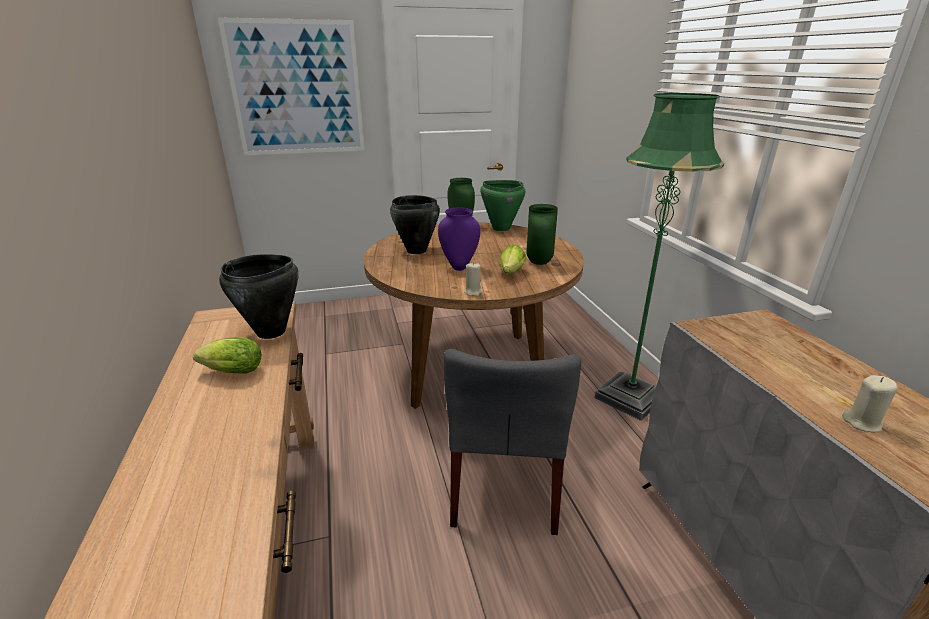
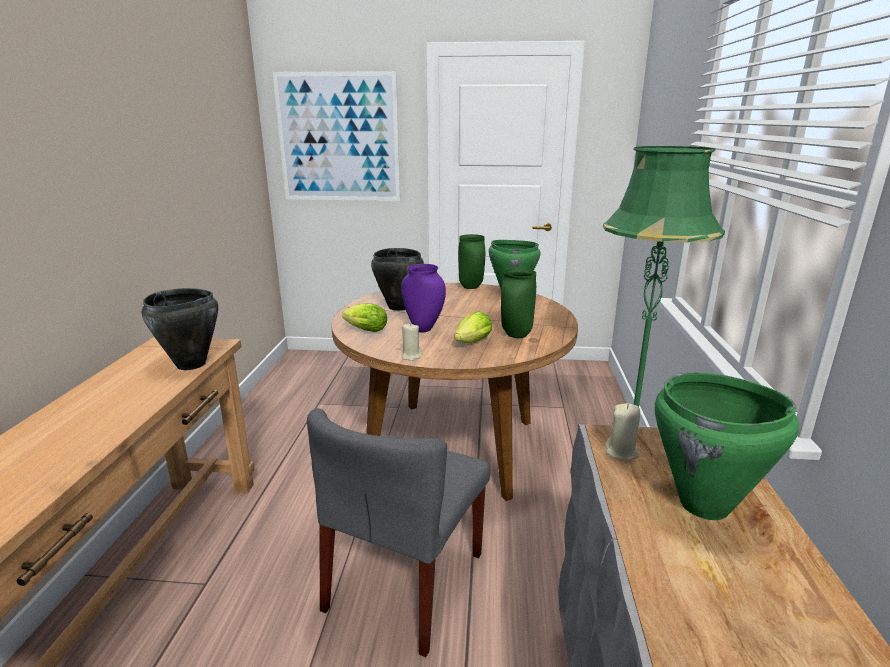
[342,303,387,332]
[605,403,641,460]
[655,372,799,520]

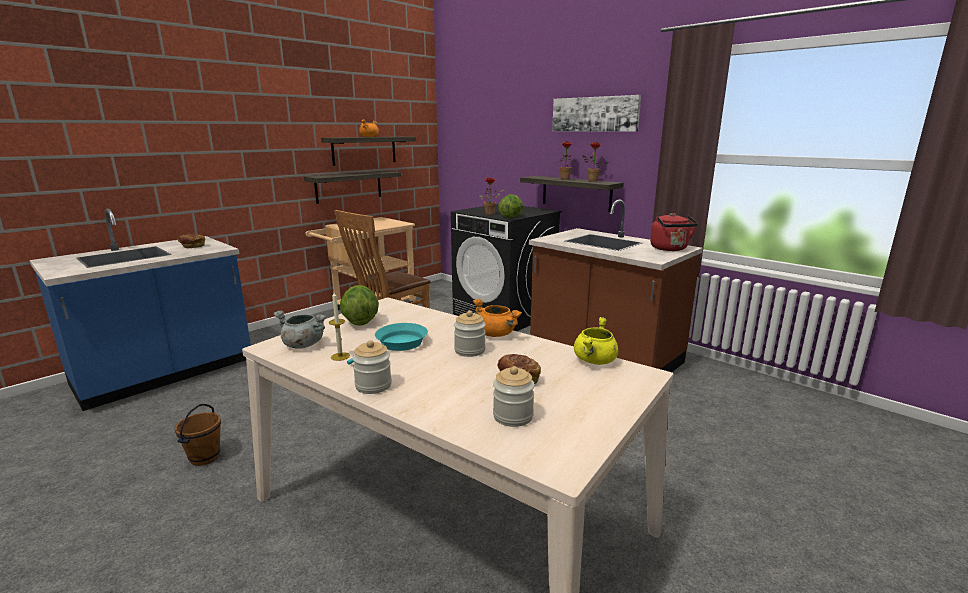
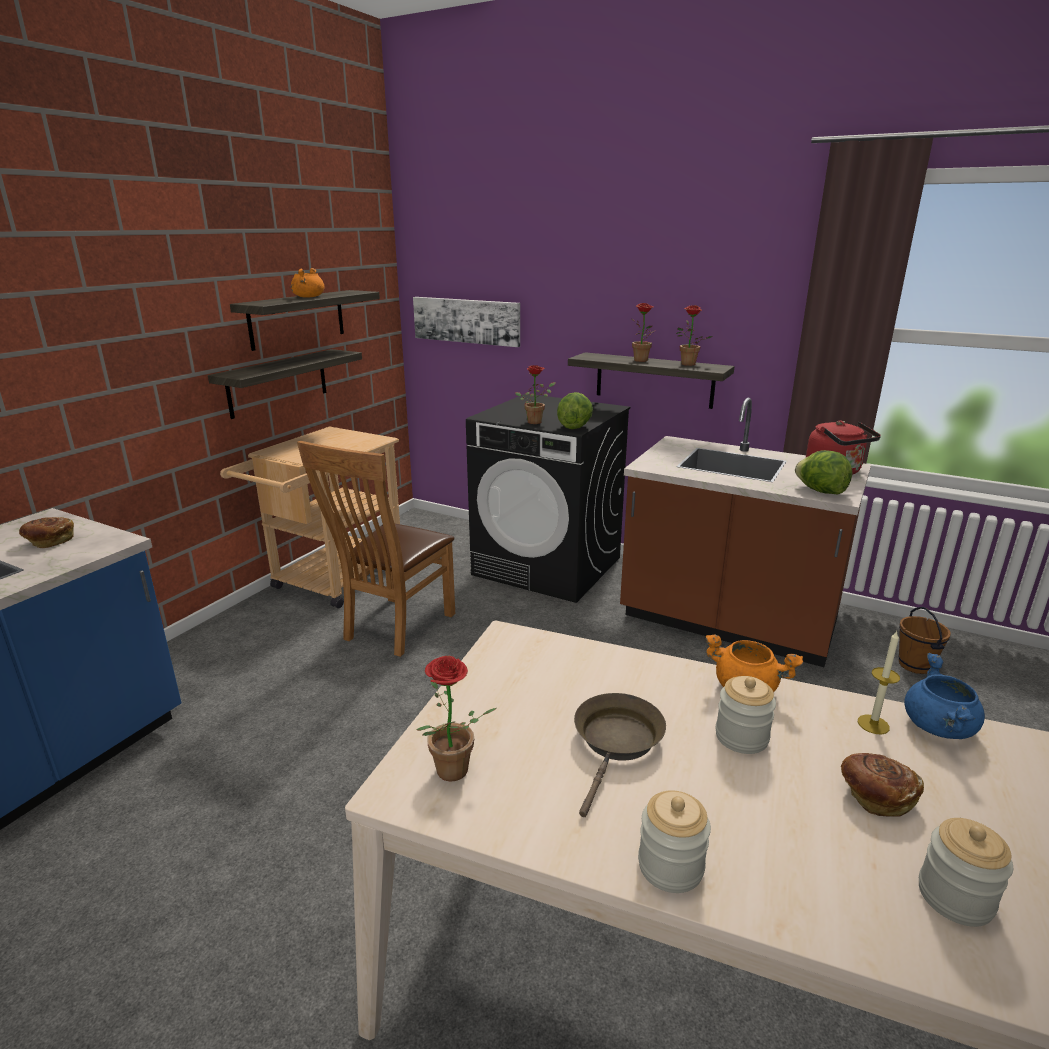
[898,607,951,674]
[416,656,496,782]
[858,631,900,734]
[795,450,852,494]
[574,693,666,817]
[413,297,520,347]
[904,653,985,739]

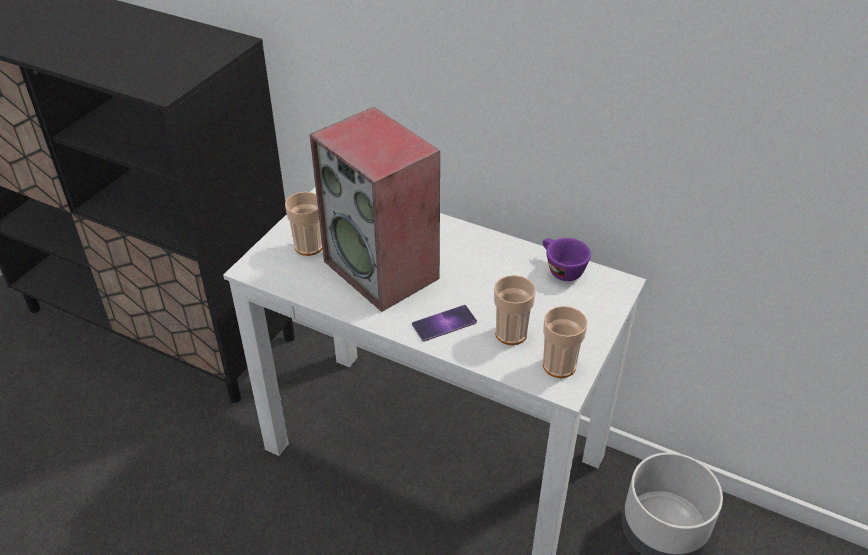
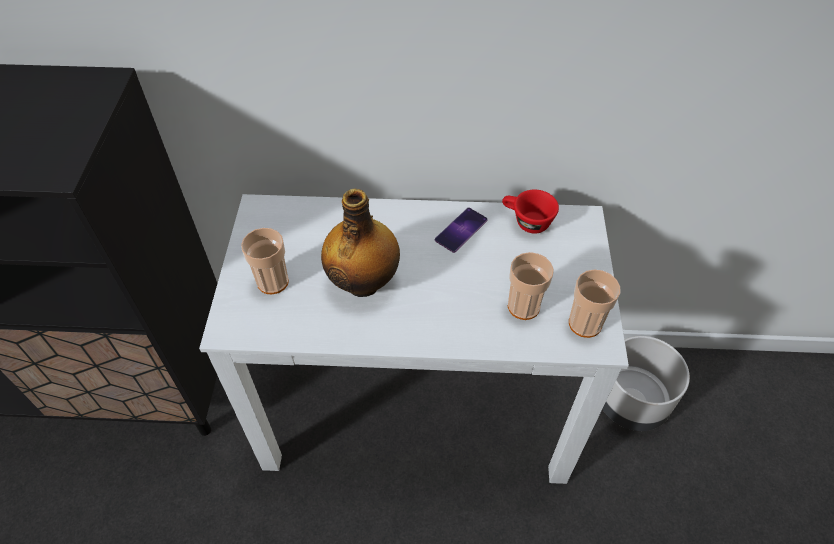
[321,189,400,297]
[435,207,488,253]
[502,190,559,234]

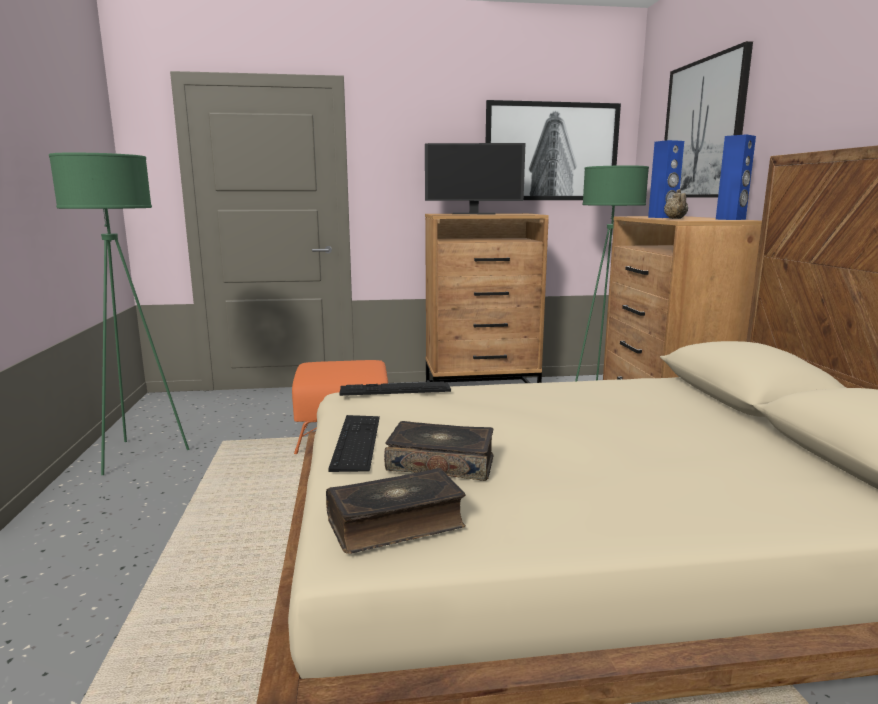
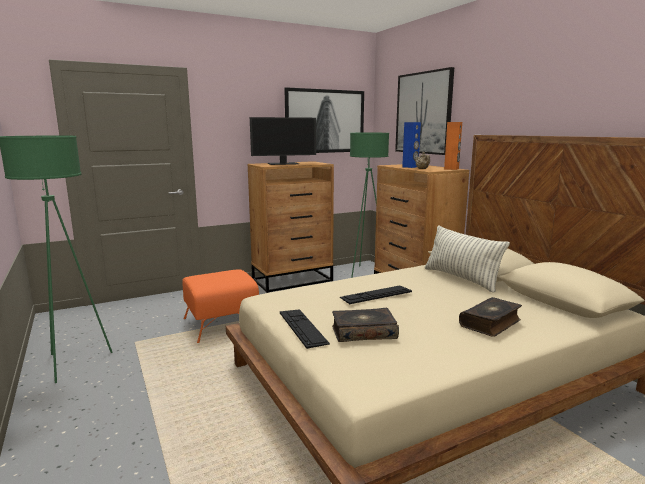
[459,297,522,337]
[340,286,412,304]
[444,122,462,170]
[425,225,510,293]

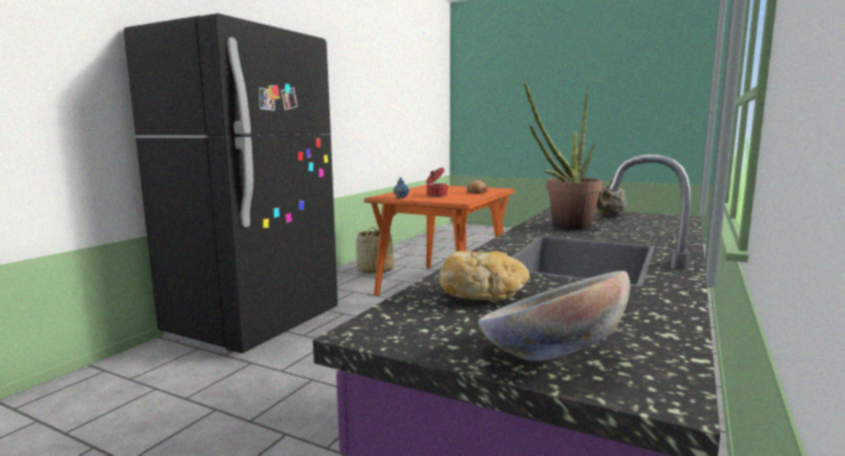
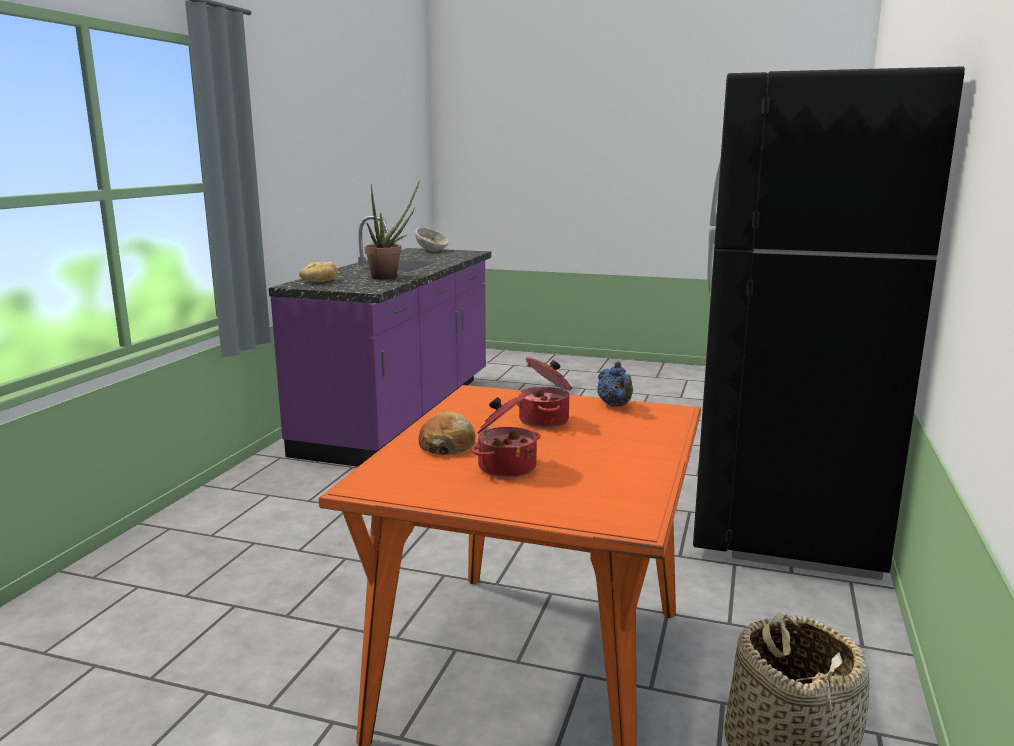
[299,262,337,282]
[596,179,627,217] (first image)
[472,393,541,478]

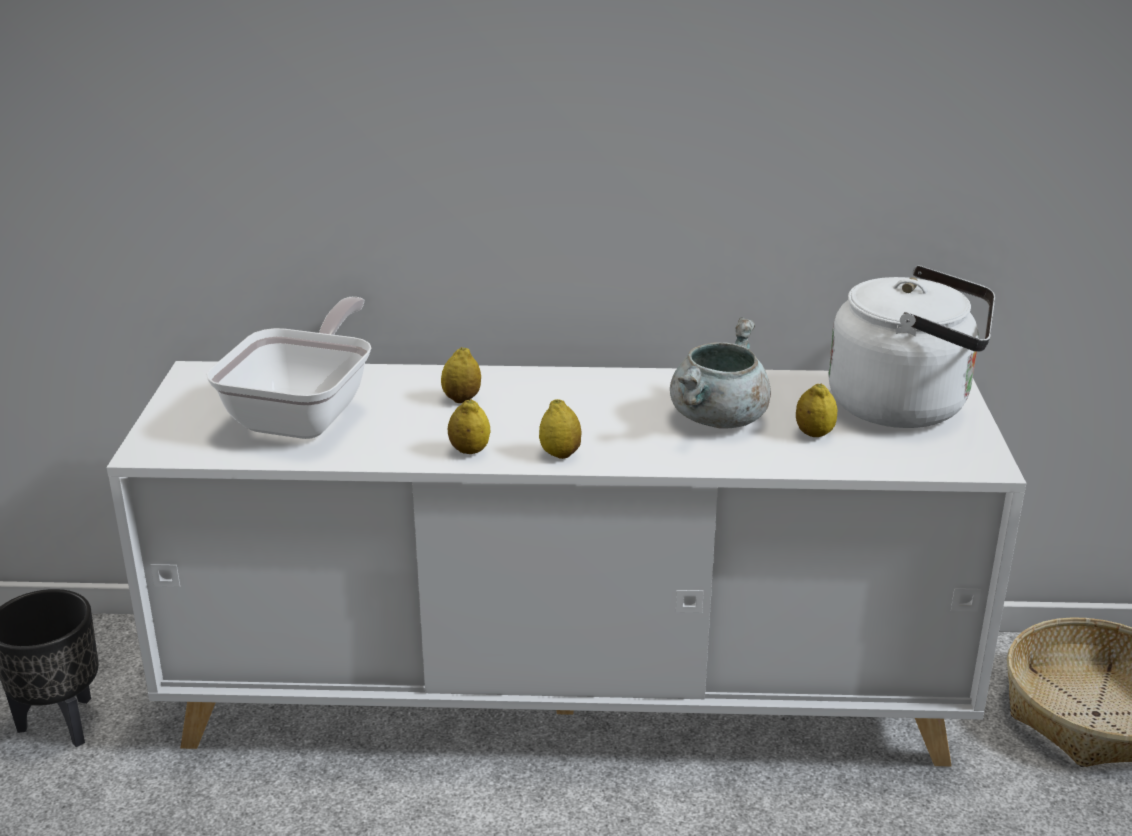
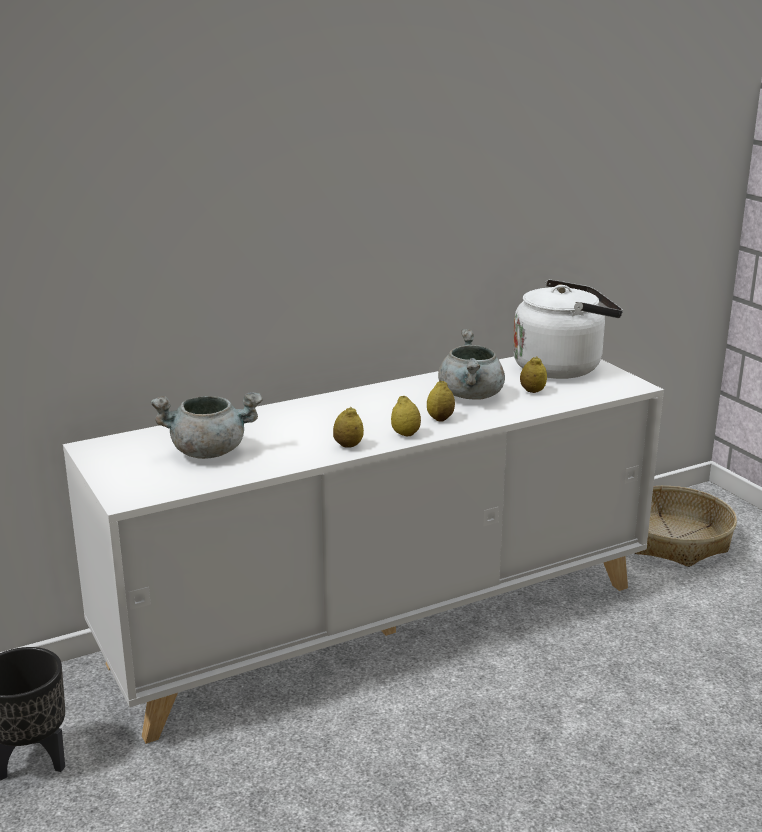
[151,392,263,459]
[427,381,455,422]

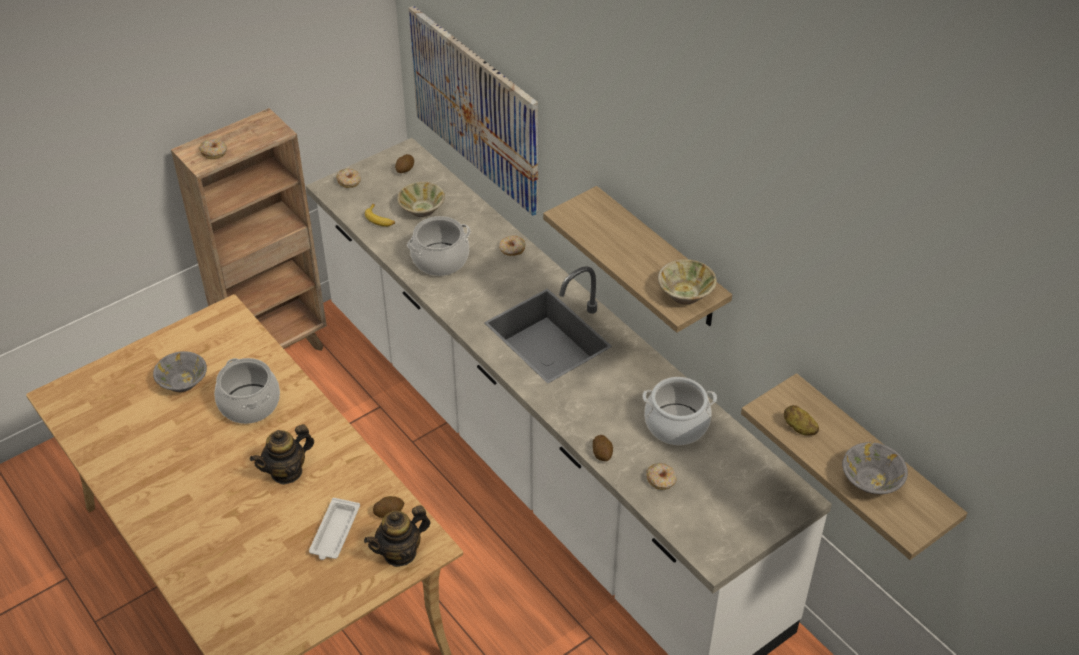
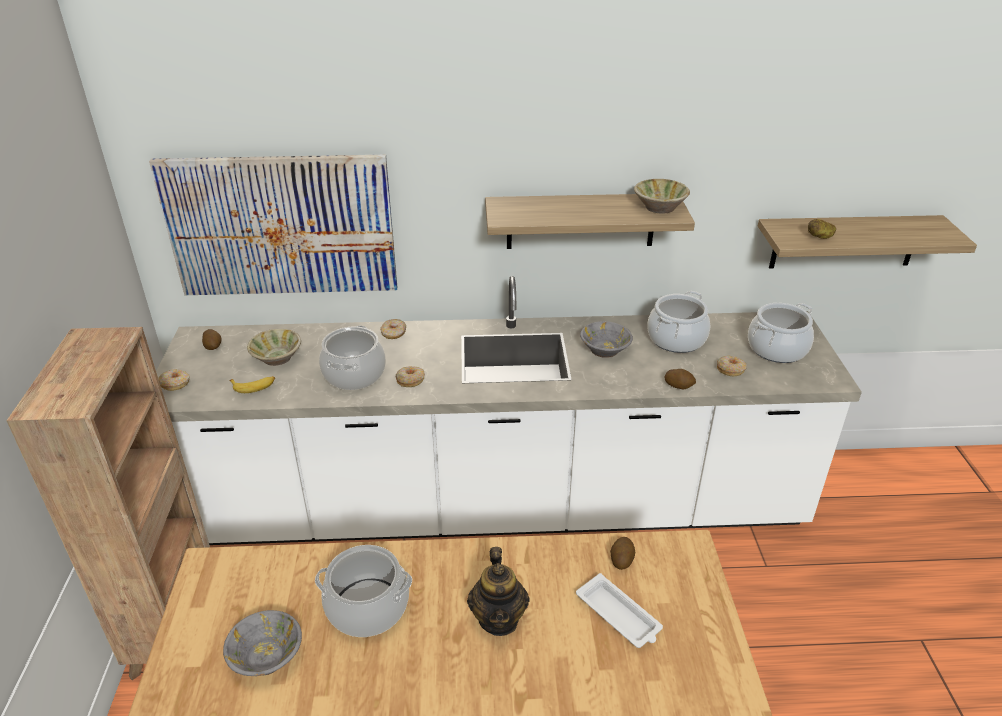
[396,366,425,387]
[364,505,431,567] (first image)
[580,321,633,358]
[748,303,814,363]

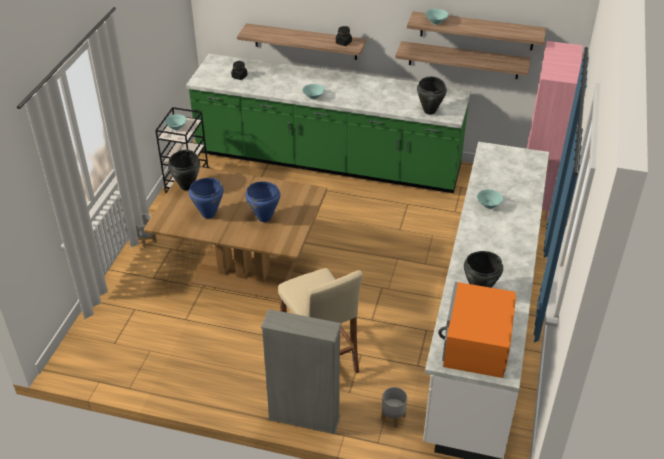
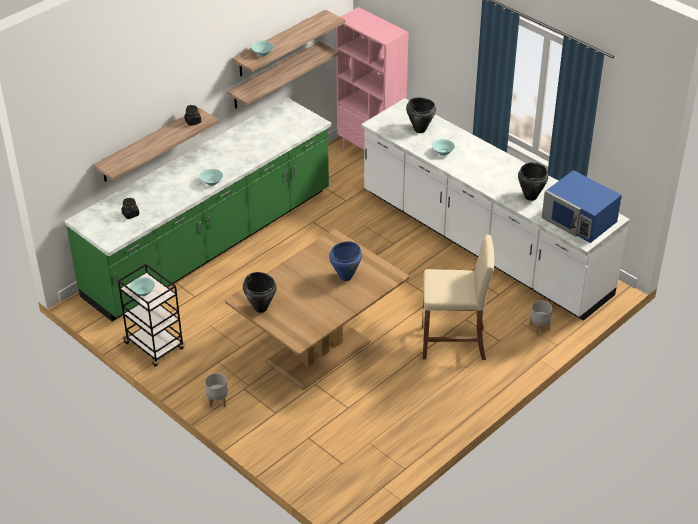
[189,178,223,219] (first image)
[261,309,342,434] (first image)
[406,97,436,133]
[542,170,622,243]

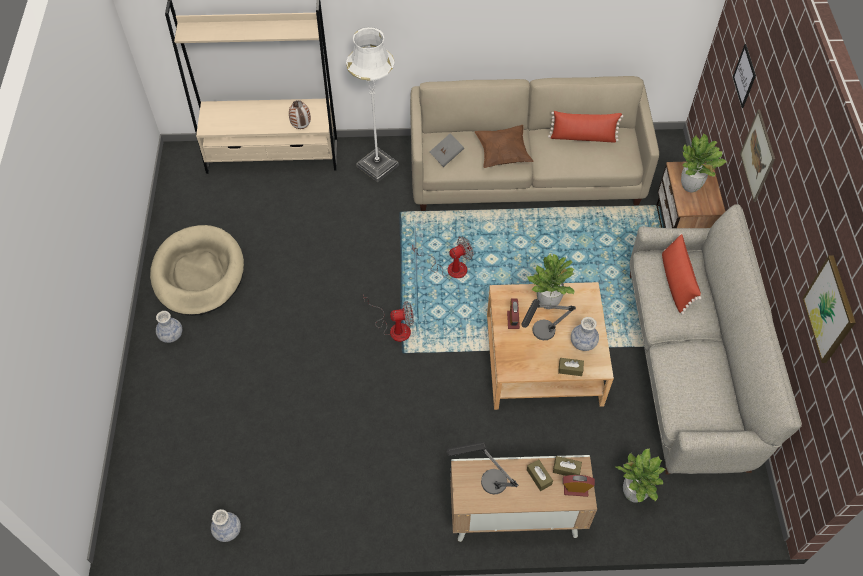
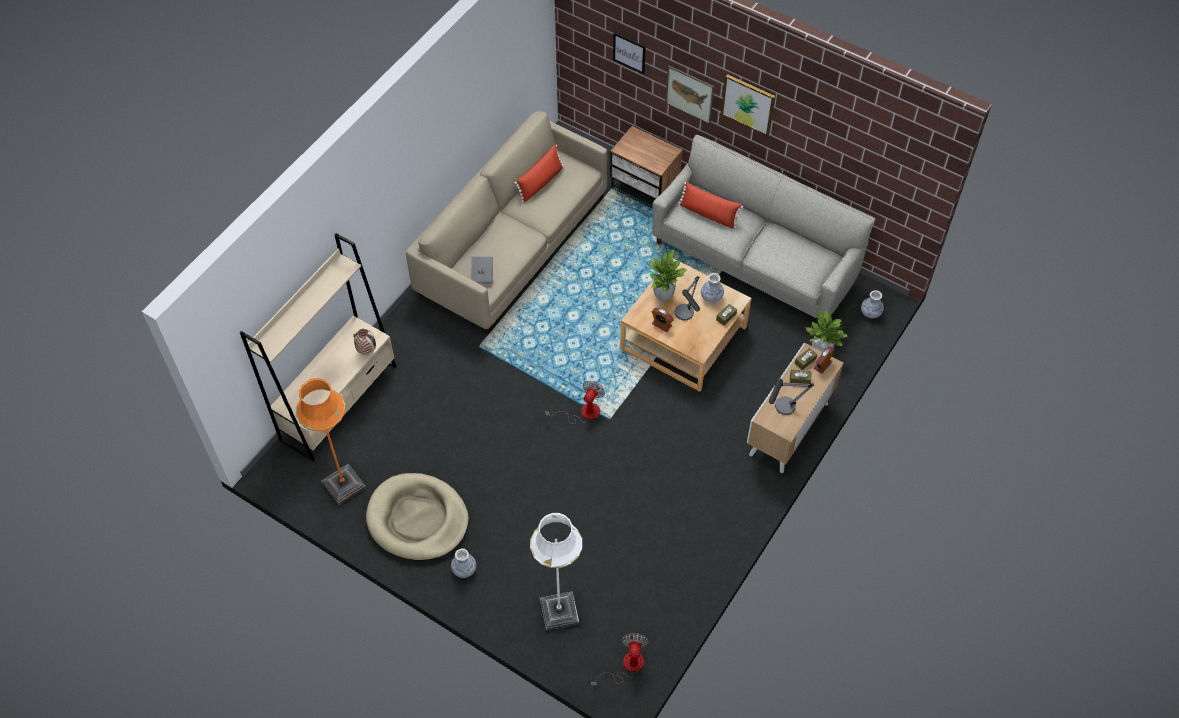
[861,290,884,318]
[530,513,582,631]
[591,633,649,685]
[475,125,534,168] (first image)
[681,134,726,192] (first image)
[721,74,775,136]
[296,378,366,505]

